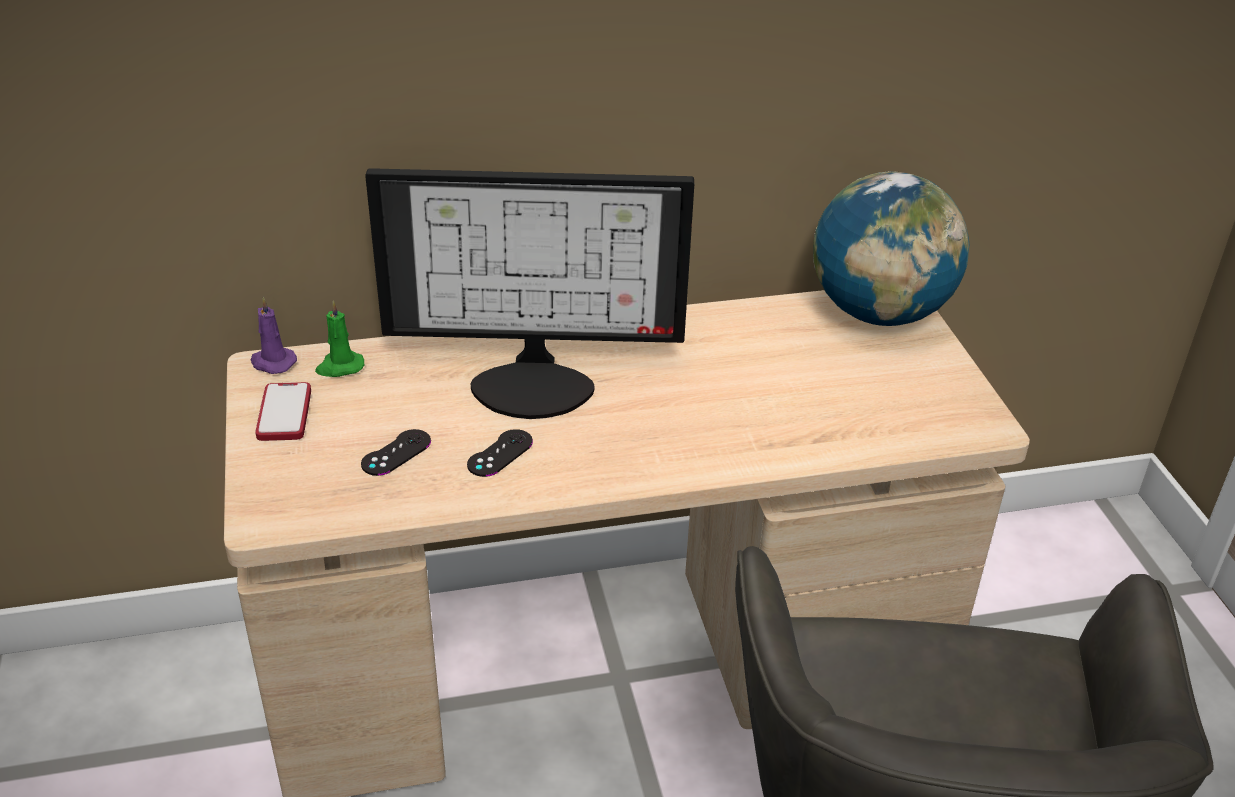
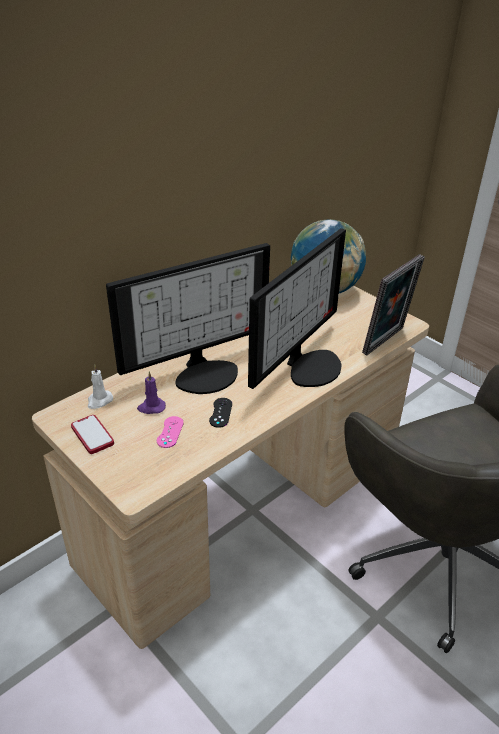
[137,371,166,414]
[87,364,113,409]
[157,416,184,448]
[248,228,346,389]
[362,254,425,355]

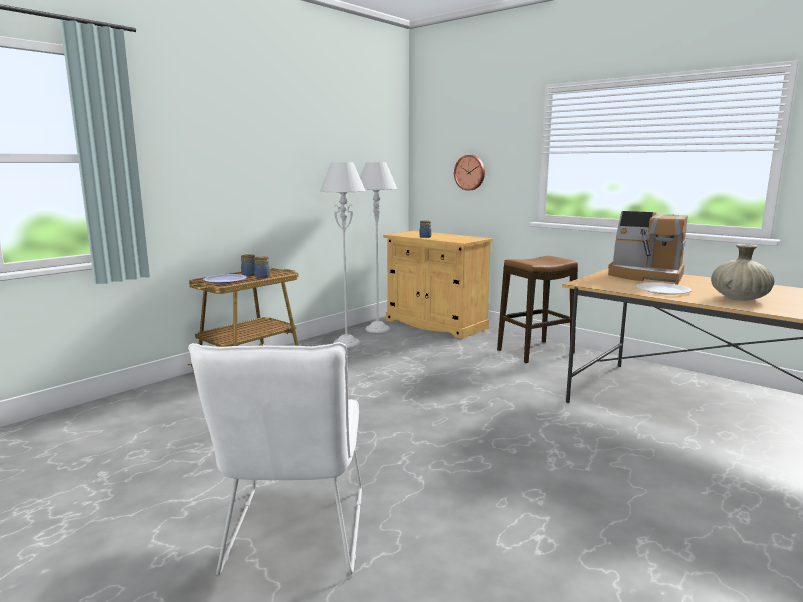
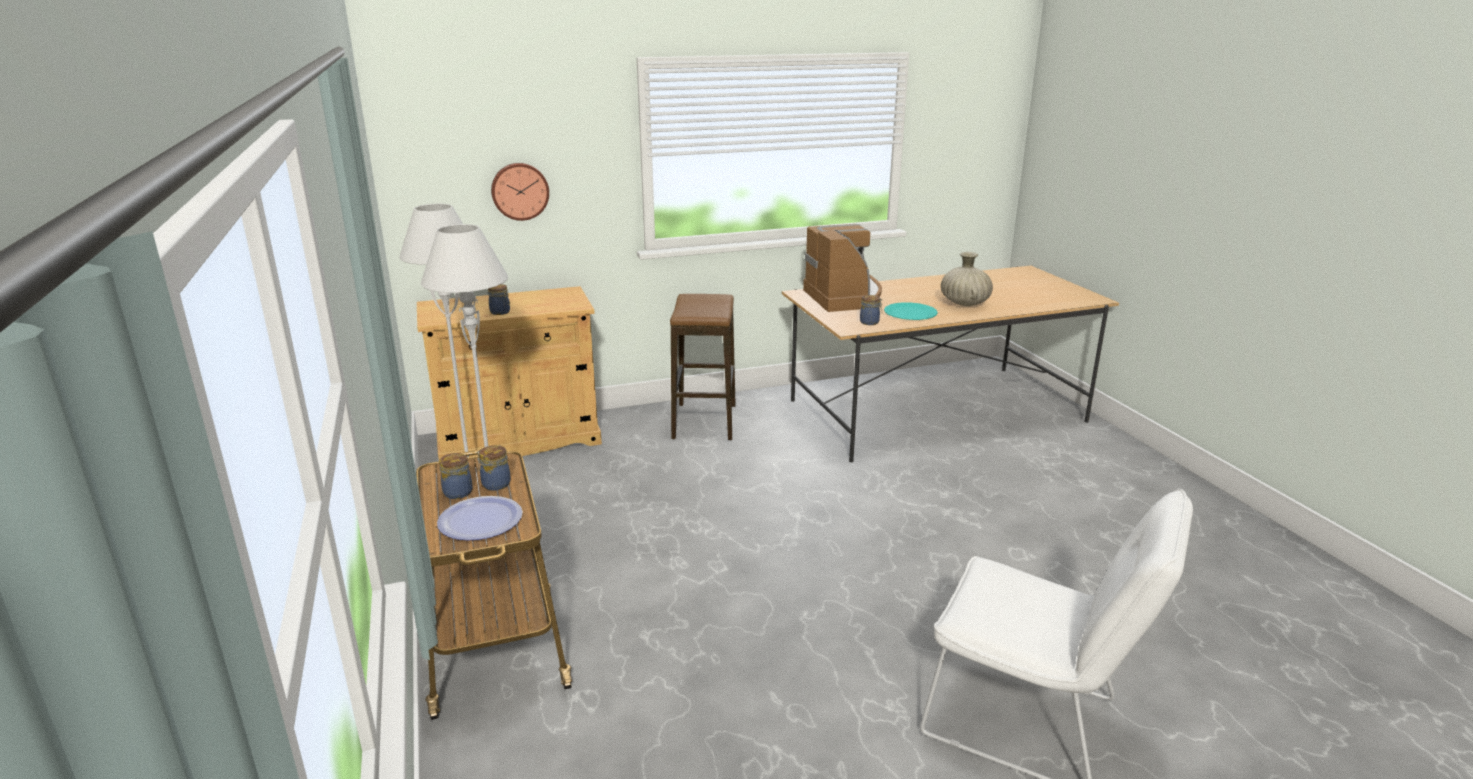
[803,224,882,312]
[884,302,938,320]
[860,295,883,325]

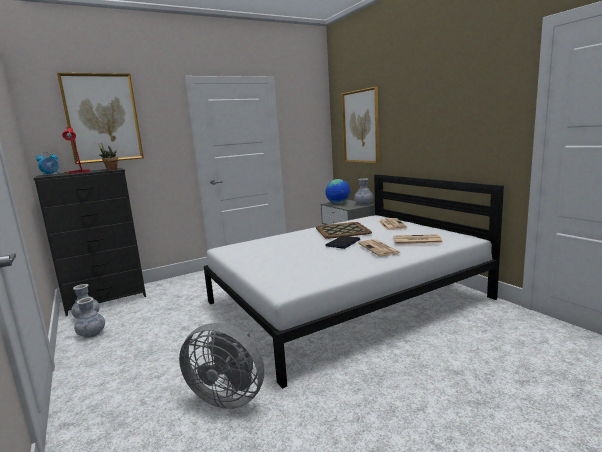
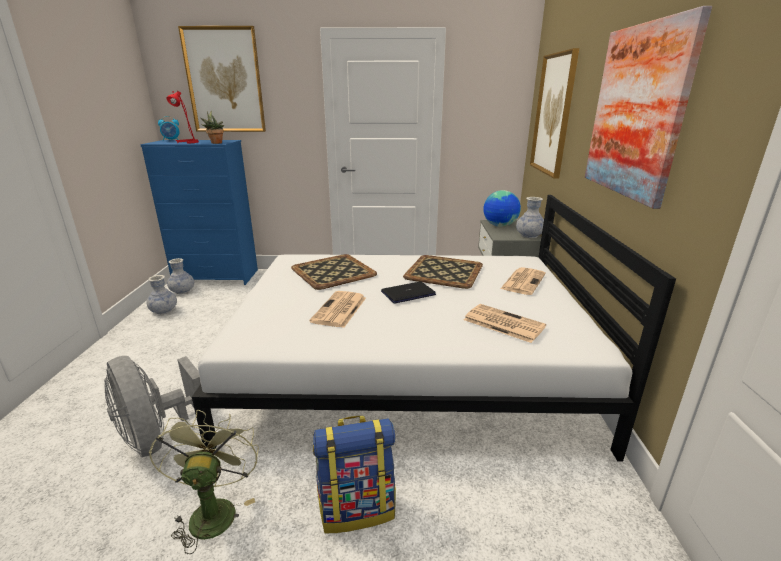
[140,140,258,285]
[309,291,366,328]
[149,410,259,554]
[291,254,377,290]
[313,416,396,533]
[585,6,712,209]

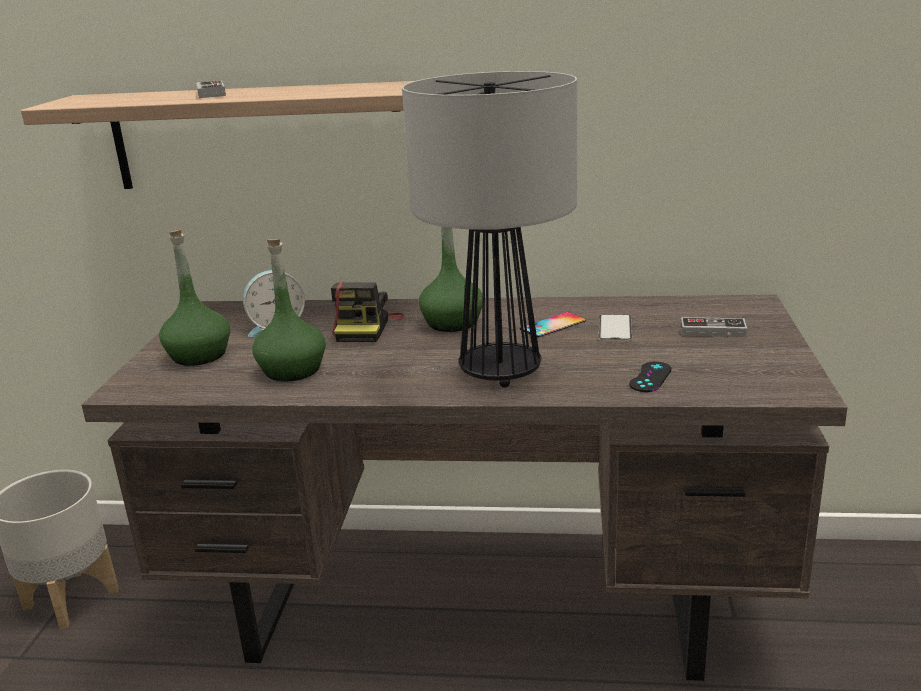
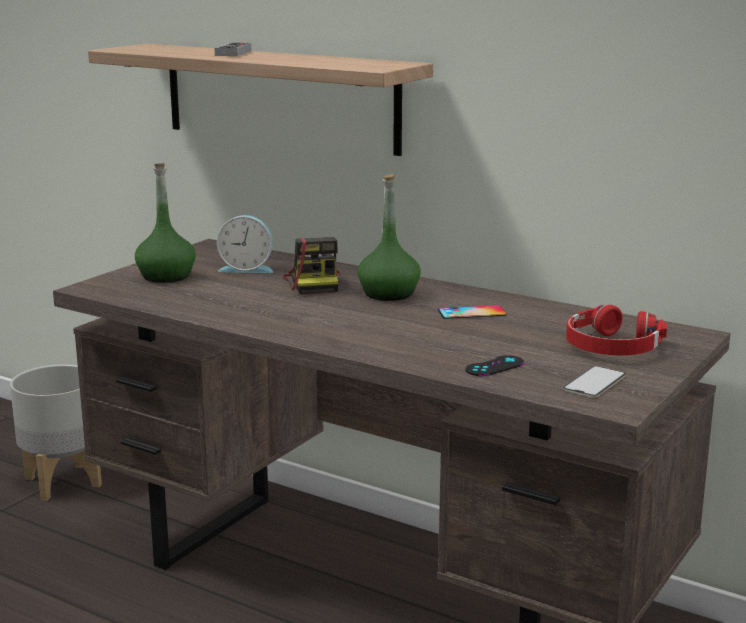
[252,239,326,382] (first image)
[283,237,341,294]
[402,71,577,388] (first image)
[562,366,626,398]
[566,305,667,355]

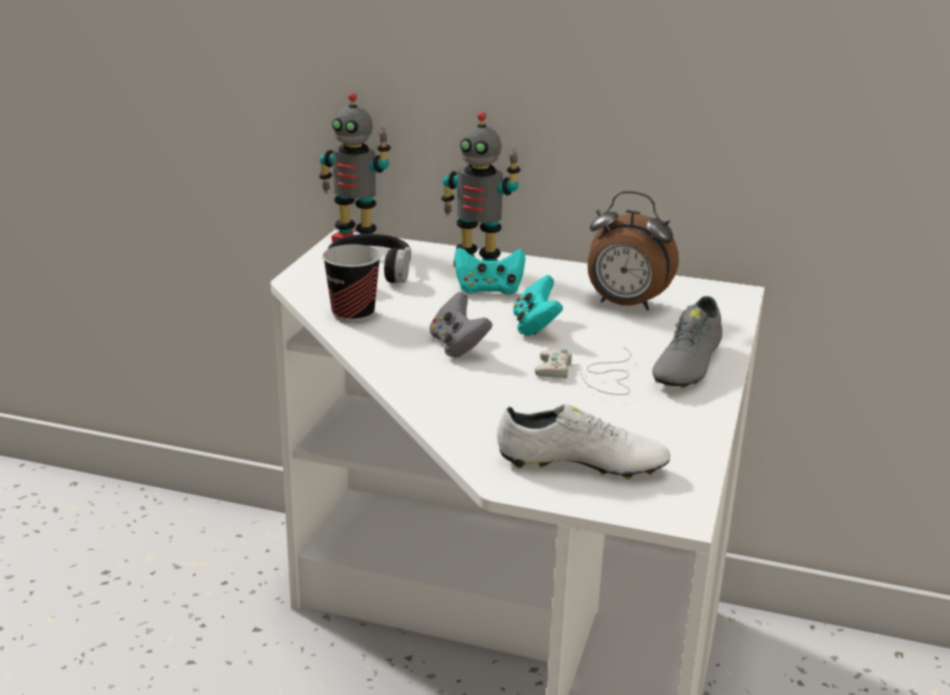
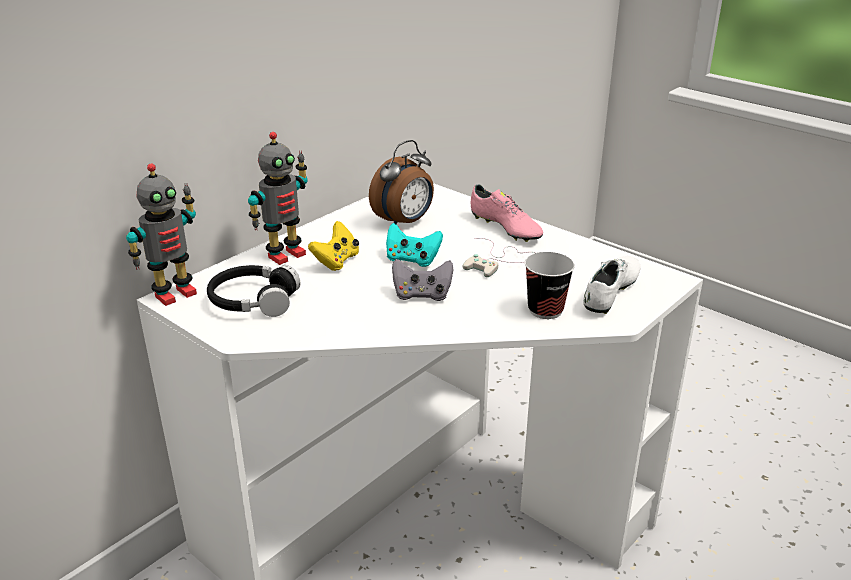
[525,252,575,319]
[308,221,359,271]
[470,184,543,242]

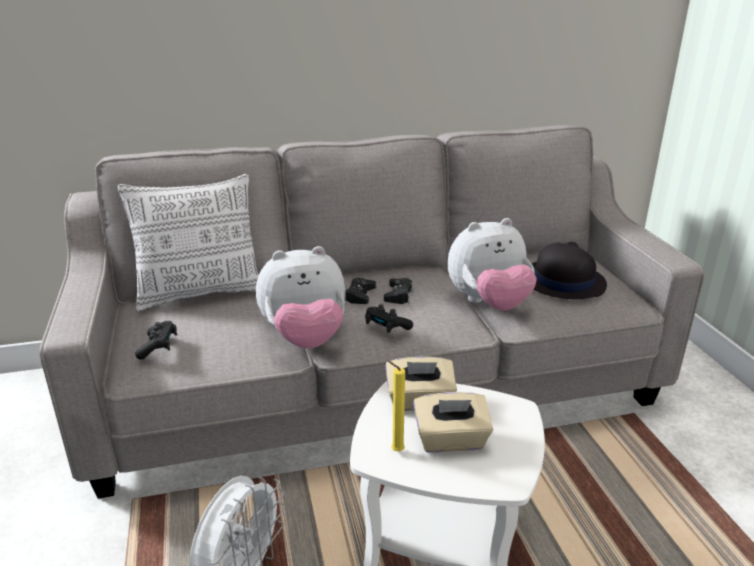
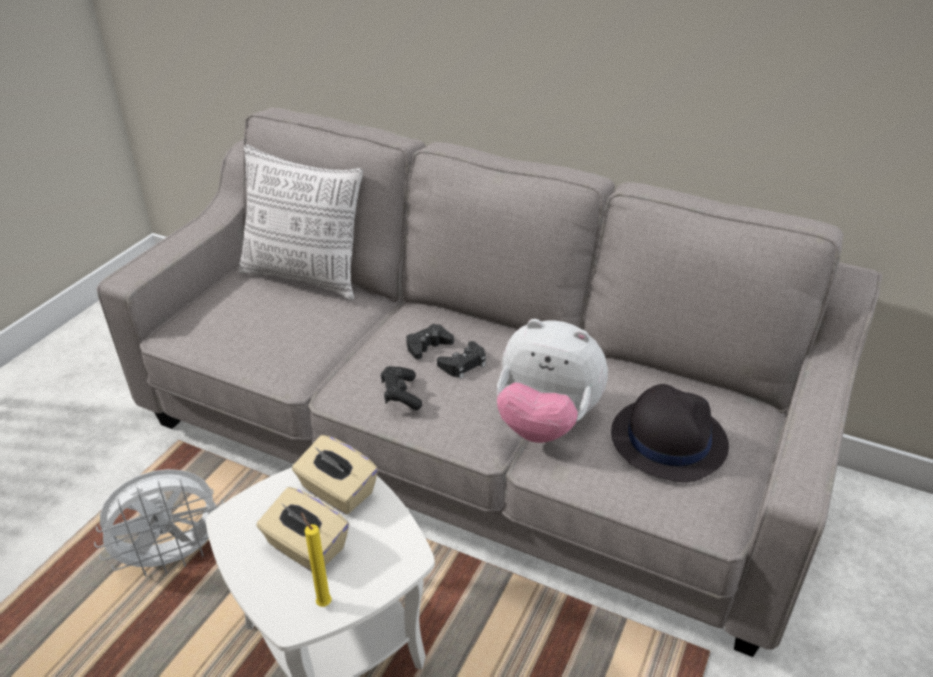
[135,321,177,360] (first image)
[256,246,345,349] (first image)
[301,512,332,607]

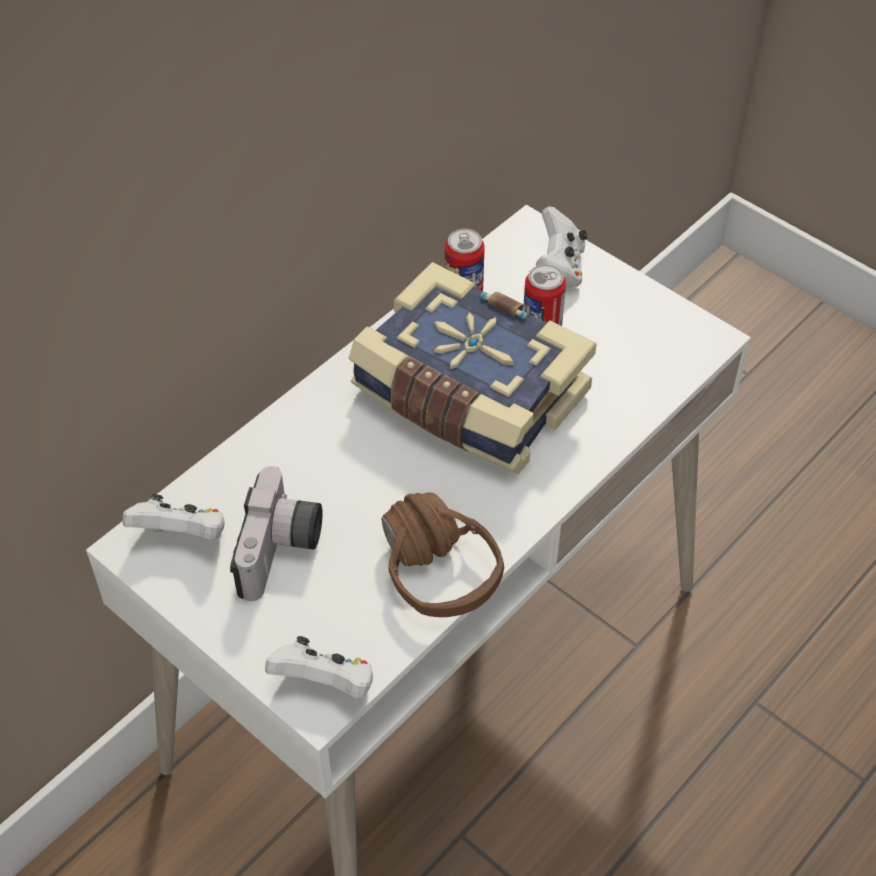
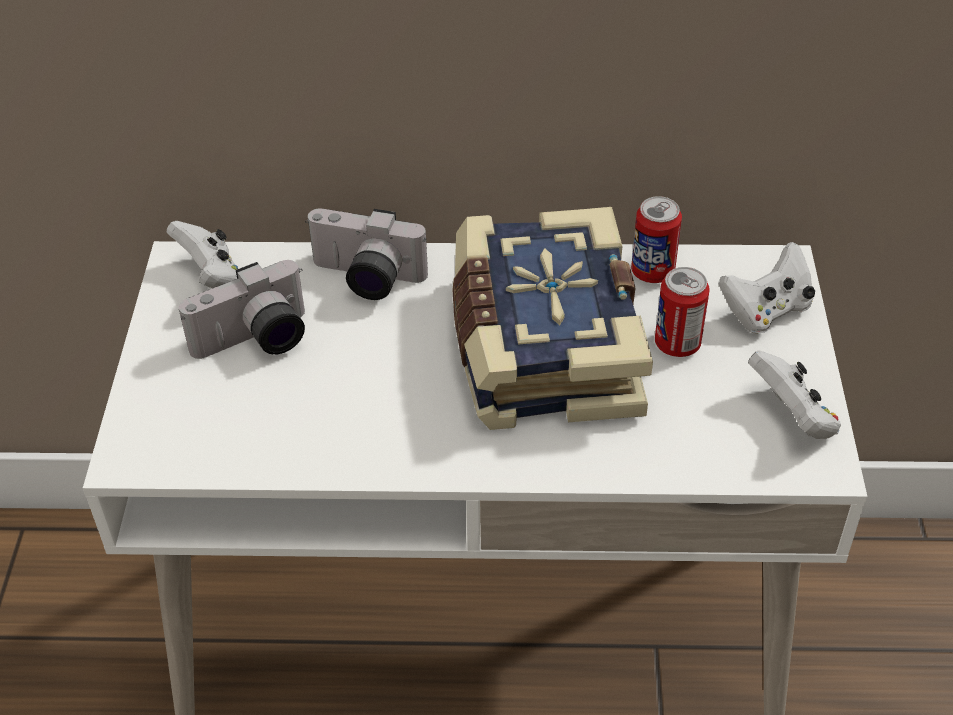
[748,351,841,439]
[381,492,504,617] (first image)
[305,209,428,300]

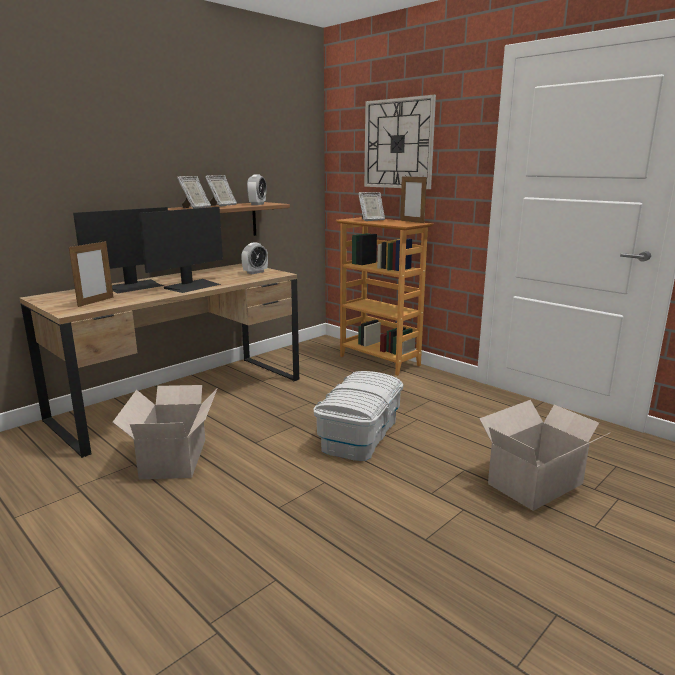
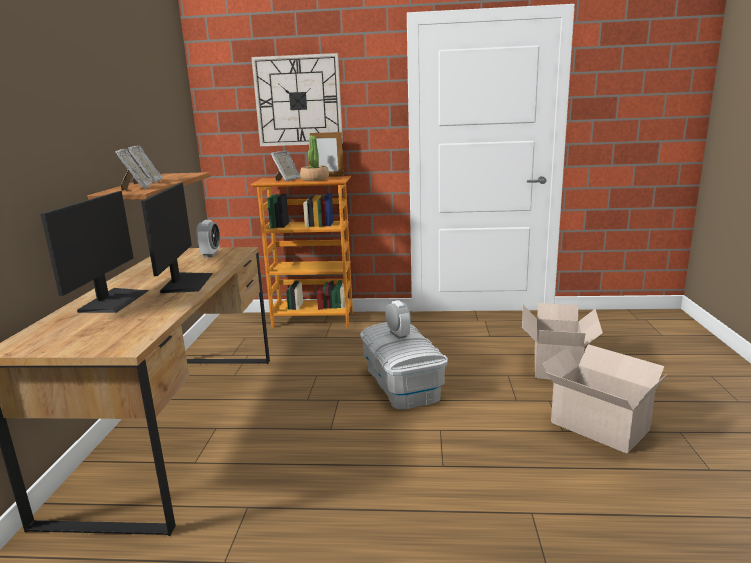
[69,240,114,307] (first image)
[542,344,667,454]
[385,300,411,339]
[300,135,329,181]

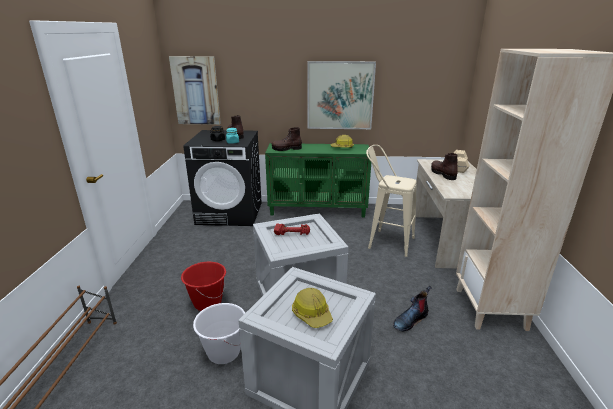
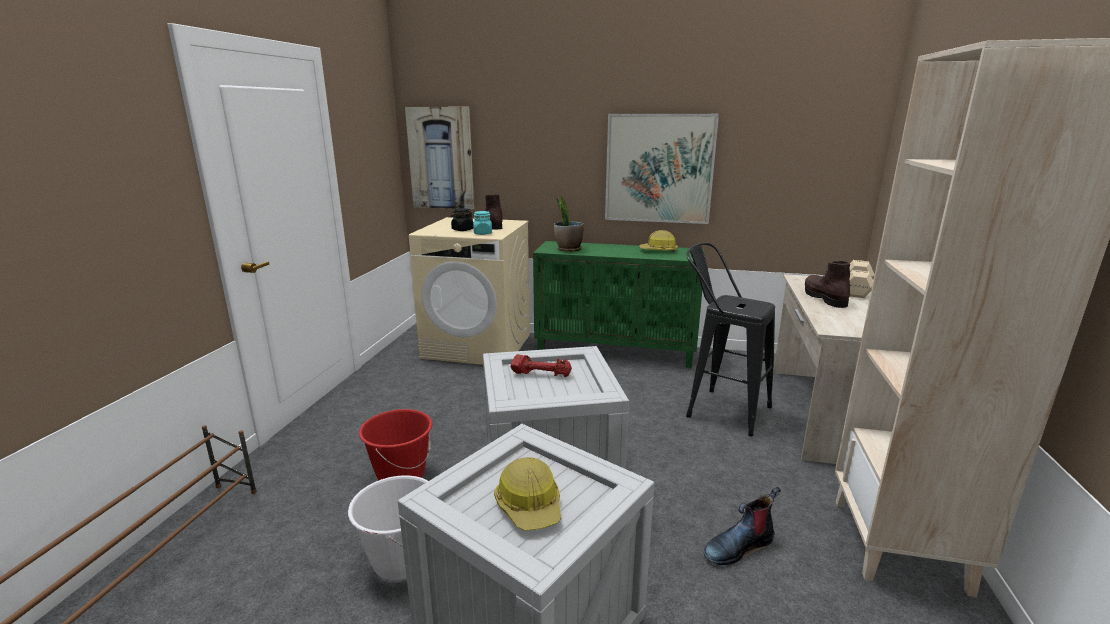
[409,217,530,365]
[554,197,584,252]
[686,243,775,436]

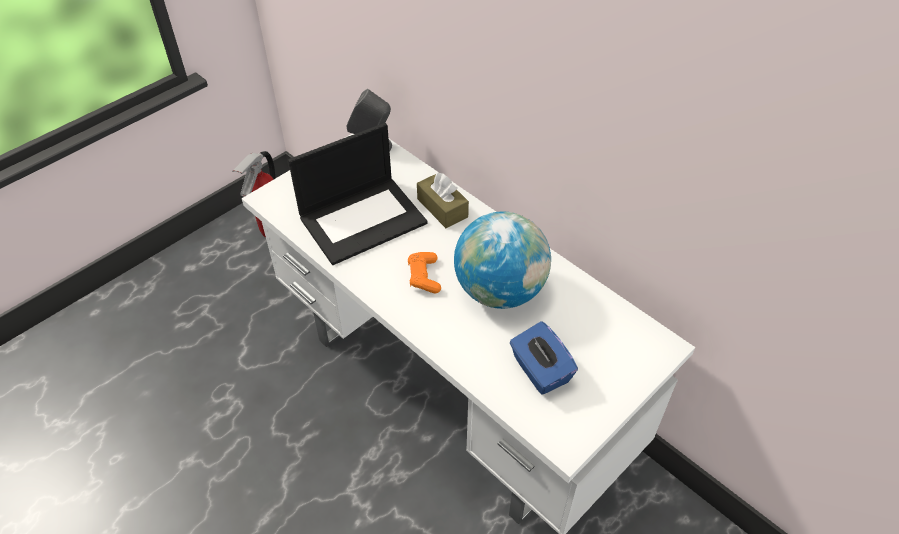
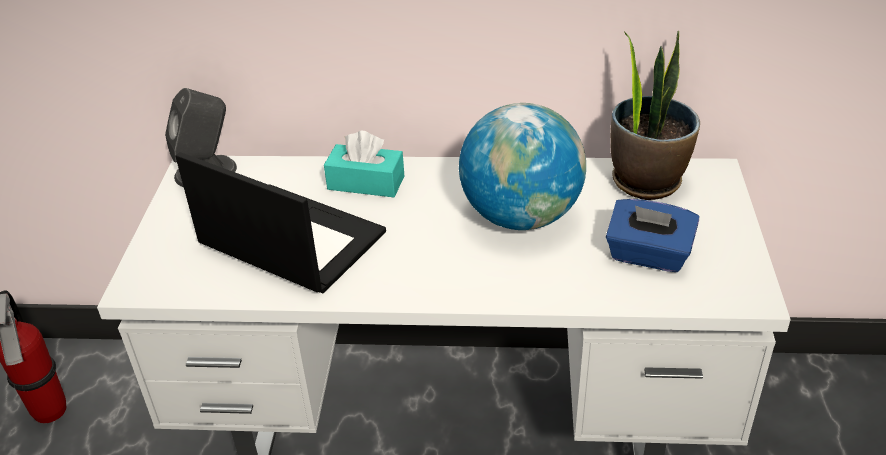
[175,152,386,293]
[408,252,441,293] (first image)
[324,131,404,197]
[610,31,700,200]

